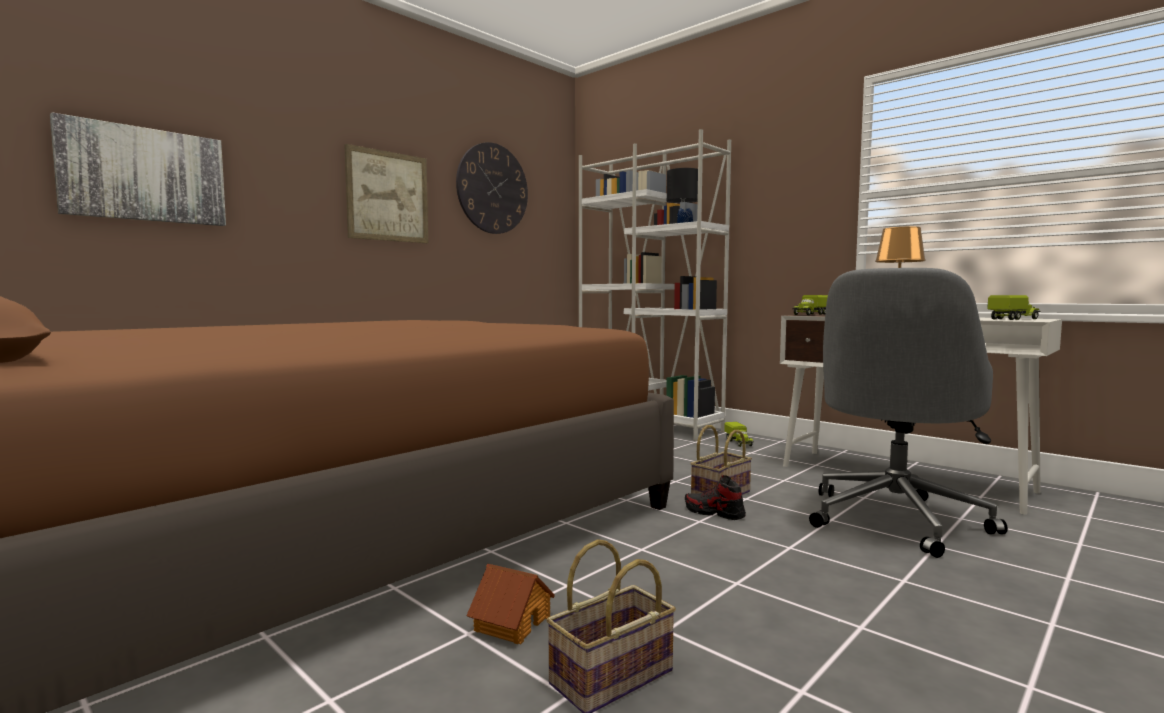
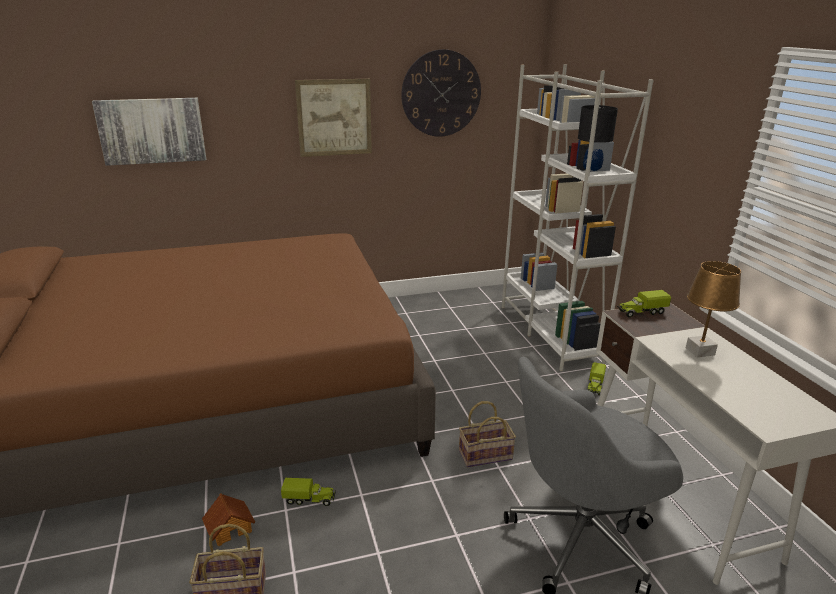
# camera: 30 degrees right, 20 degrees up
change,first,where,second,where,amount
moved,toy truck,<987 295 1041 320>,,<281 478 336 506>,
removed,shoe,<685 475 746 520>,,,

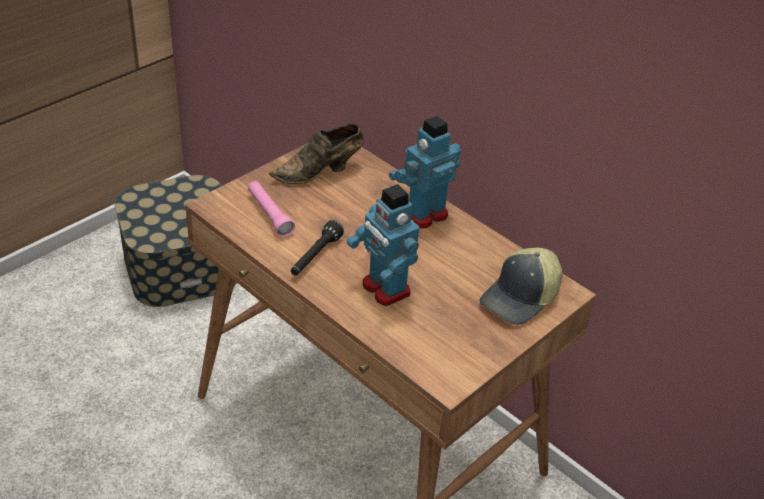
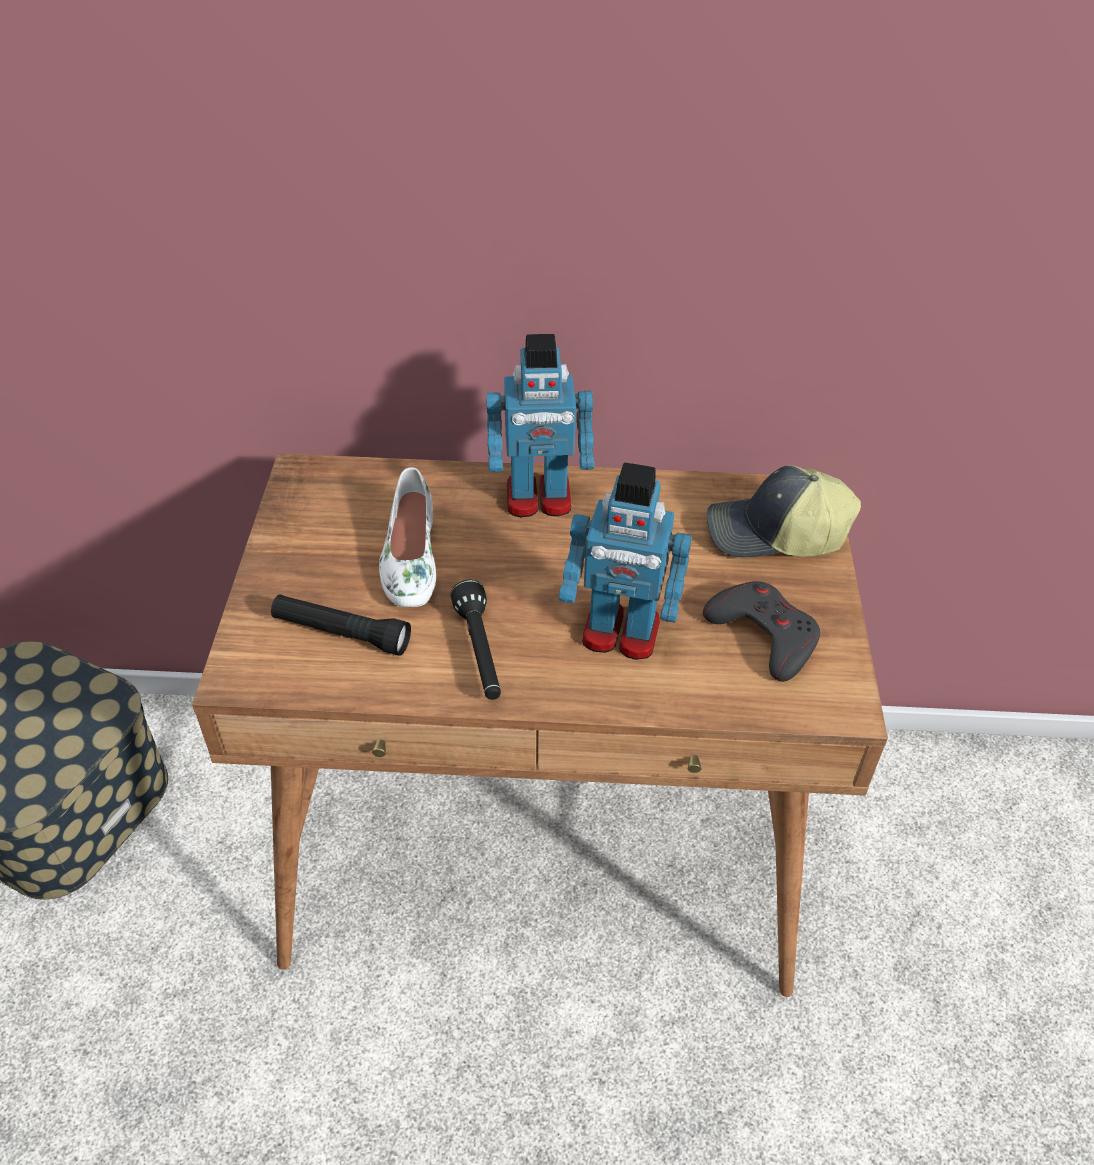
# camera: 40 degrees left, 5 degrees up
change,first,where,second,where,amount
turned,toy robot,<389 116 461 228>,,<486 334 594 517>,105 degrees counterclockwise
removed,shoe/brown,<269 124 364 184>,,,
recoloured,flashlight/pink,<248 181 295 237>,flashlight/black,<271 594 411 656>,
turned,cap,<479 247 563 325>,,<707 465 861 557>,90 degrees clockwise
added,,,shoe/white,<379 467 436 607>,
added,,,game controller/grey,<703 581 820 682>,

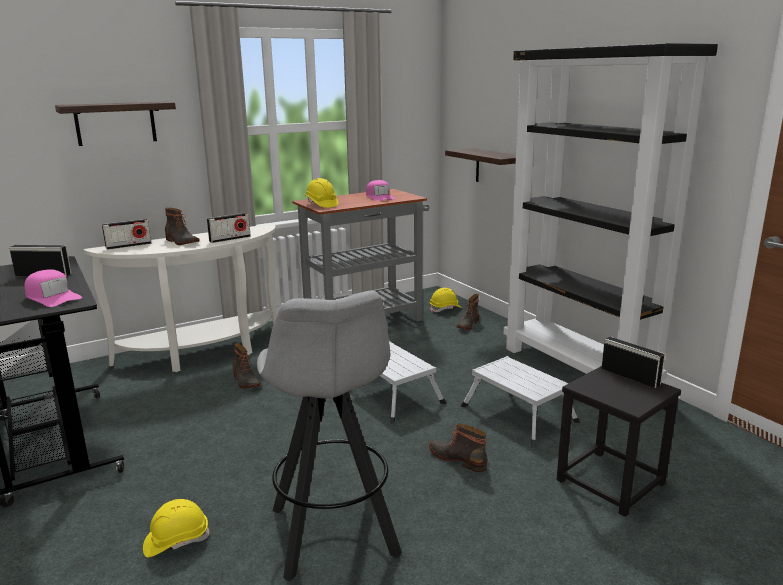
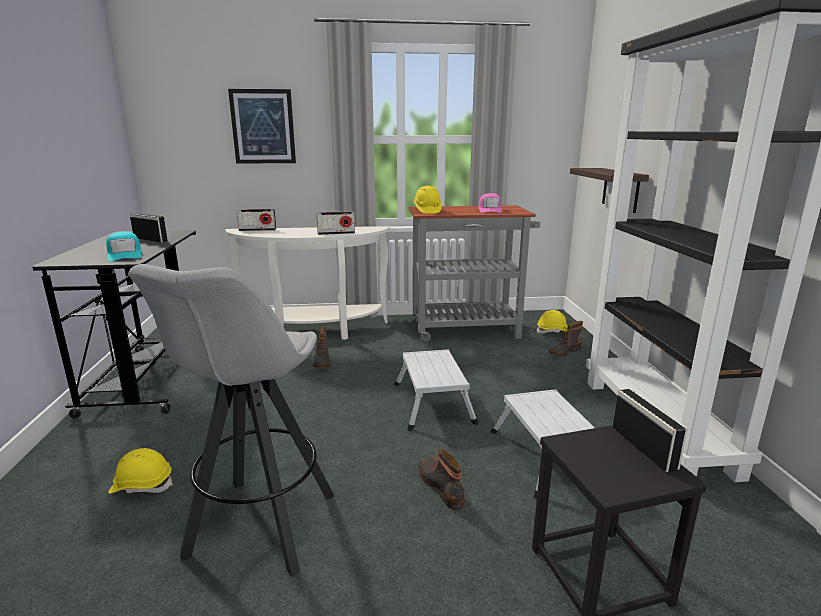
# camera: 25 degrees right, 0 degrees up
change,first,where,second,where,amount
replaced,shelf,<55 101 176 146>,picture,<228 89 296 164>,
removed,boot,<165 208 200 245>,,,
recoloured,cap/pink,<24 269 82 307>,cap/turquoise,<106 231 142 261>,

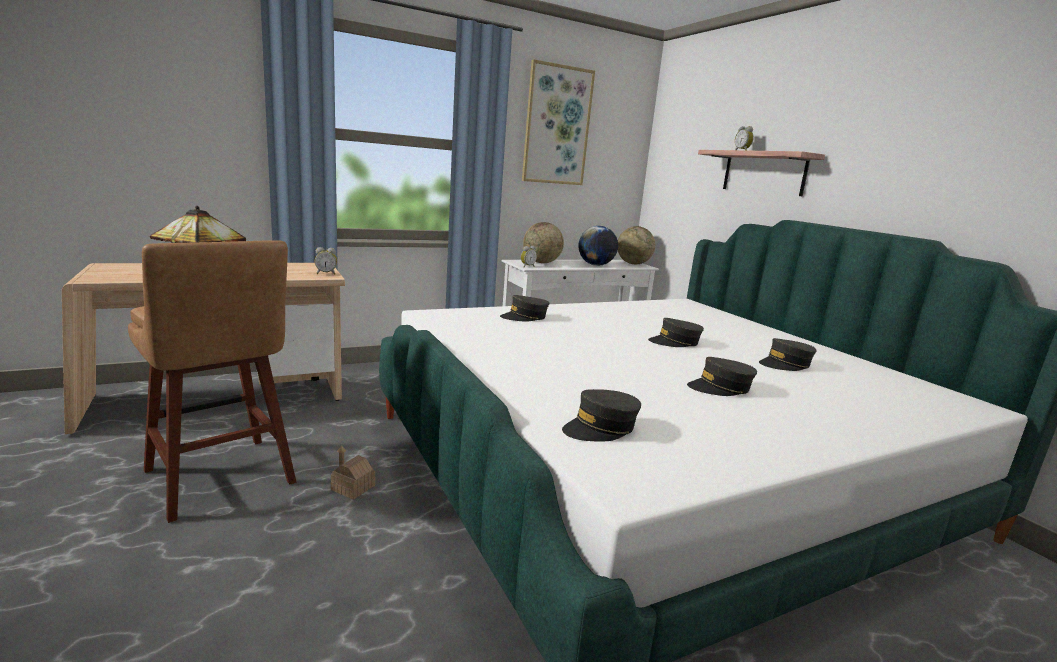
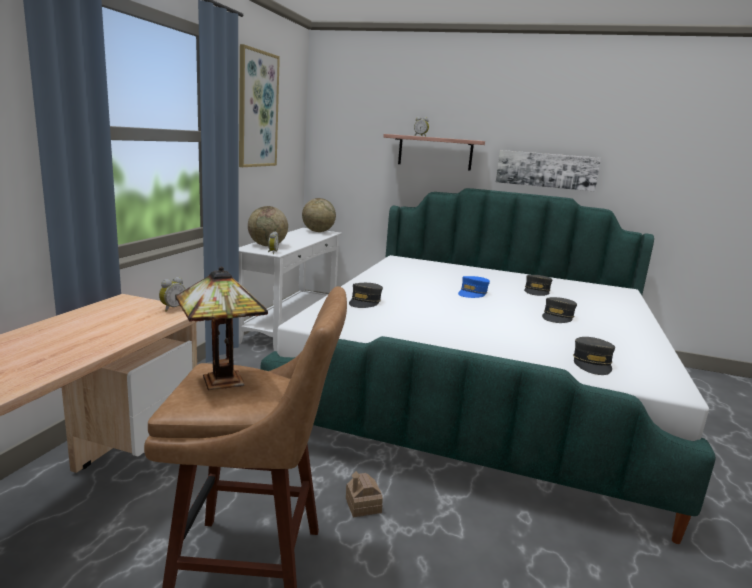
# camera: 45 degrees left, 0 degrees up
change,first,where,second,where,amount
removed,globe,<579 226 618 266>,,,
recoloured,cap/grey,<648 318 704 347>,cap/blue,<458 276 490 298>,
added,,,picture,<496 150 601 192>,

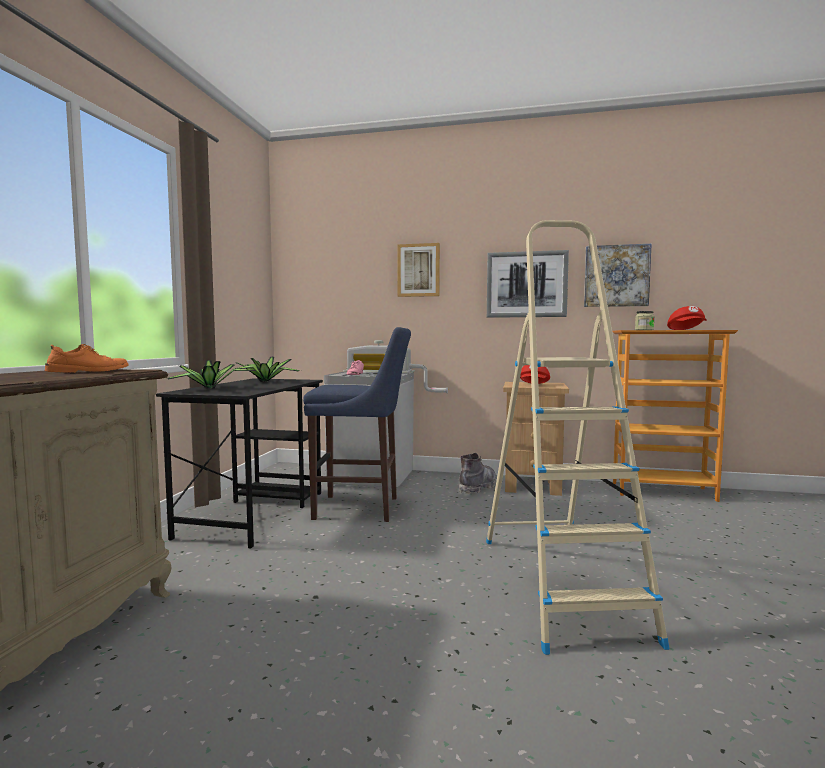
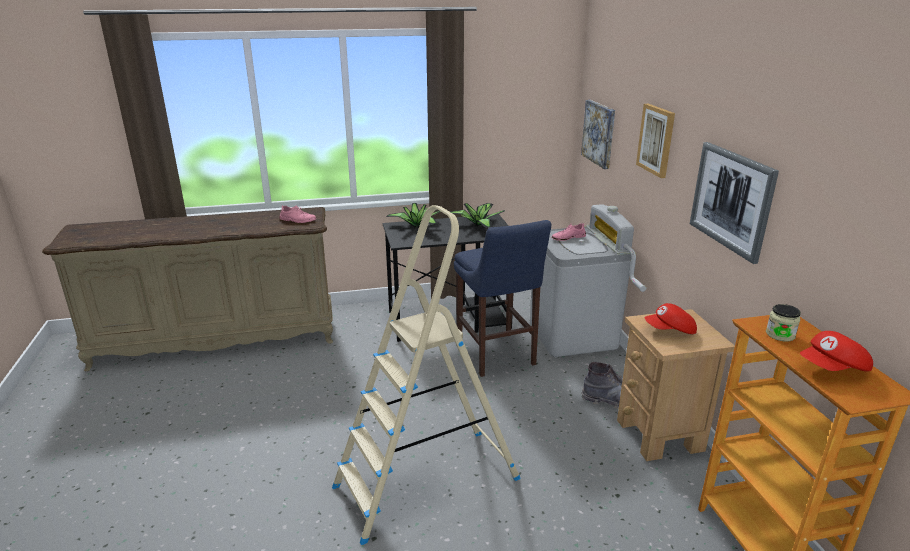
# camera: 65 degrees right, 20 degrees up
change,first,where,second,where,amount
moved,picture,<584 244 652 307>,,<581 100 615 169>,
recoloured,shoe/orange,<45 344 128 373>,shoe/pink,<280 205 317 223>,

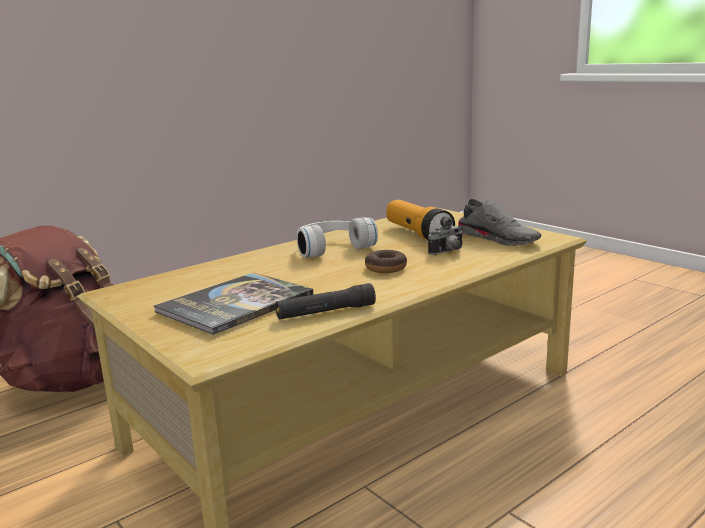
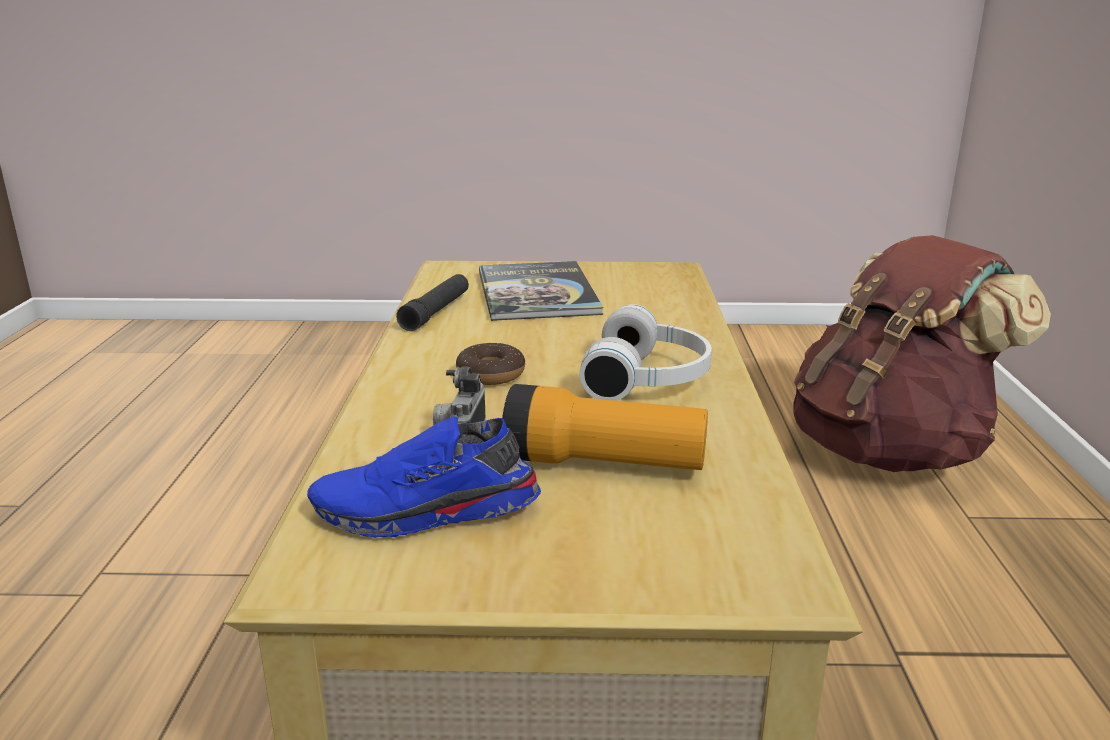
# camera: 130 degrees right, 5 degrees up
change,first,where,second,where,amount
recoloured,shoe/grey,<458 198 542 246>,shoe/blue,<307 416 541 538>,

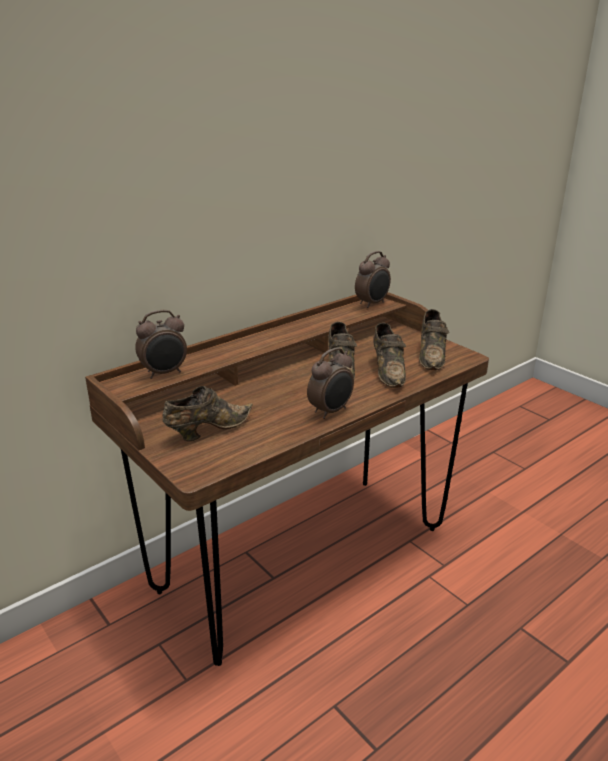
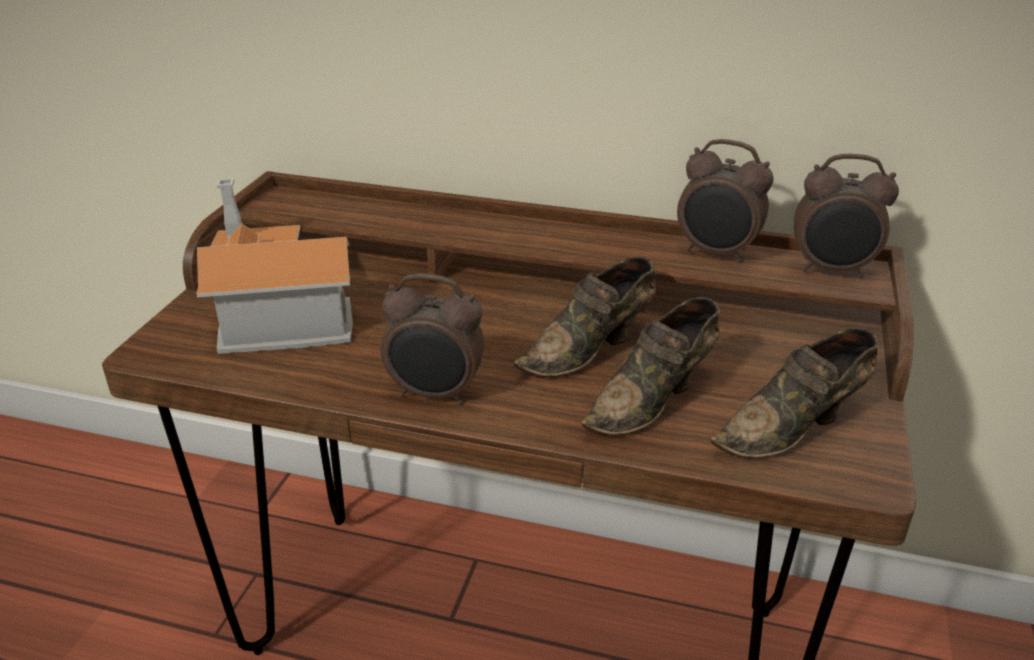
# camera: 55 degrees right, 5 degrees up
change,first,where,second,where,amount
moved,alarm clock,<135 310 187 379>,,<677 139 774 263>,
replaced,shoe/brown,<163 386 253 441>,toy house,<197 178 353 354>,

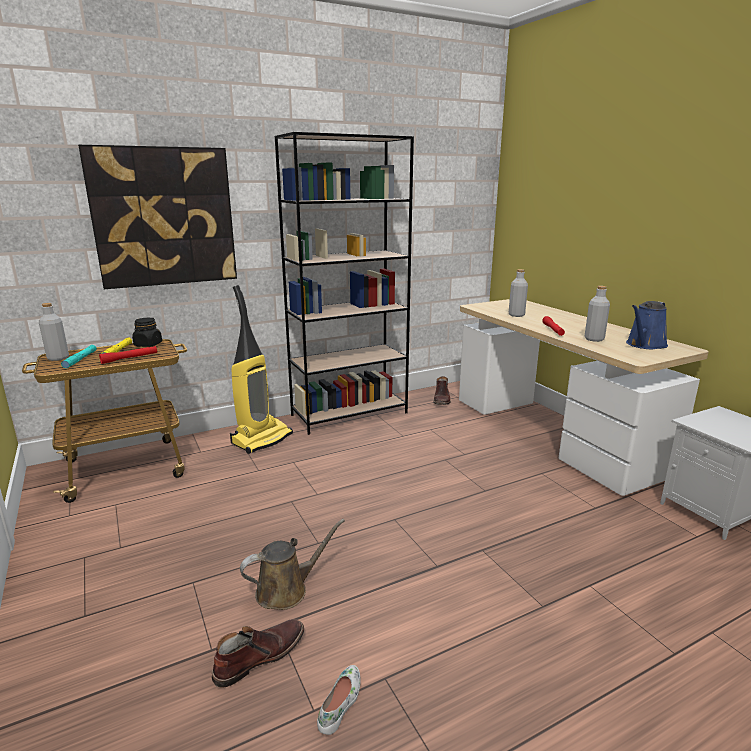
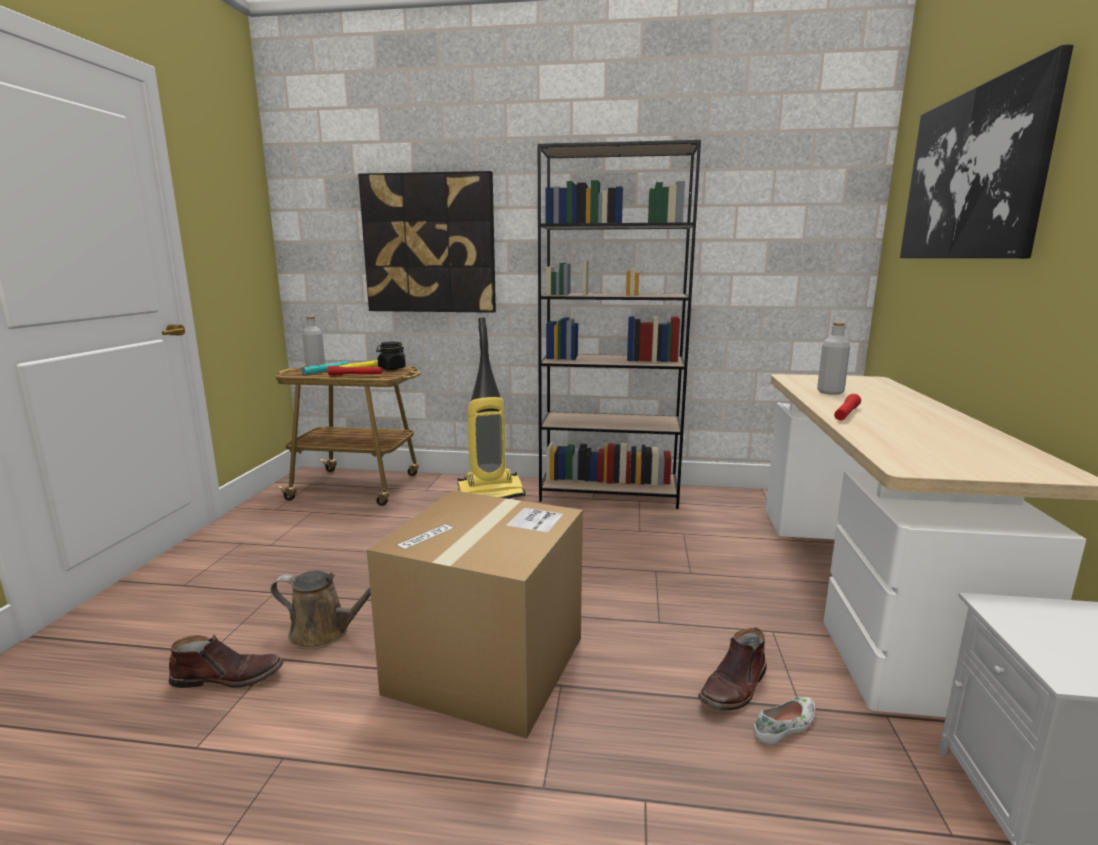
# camera: 35 degrees right, 5 degrees down
change,first,where,second,where,amount
removed,bottle/grey,<585 286 610 342>,,,
removed,watering can/blue,<626 301 668 349>,,,
moved,boot/brown,<433 376 451 405>,,<698 628 767 710>,
moved,shoe/white,<317 665 361 735>,,<754 697 815 745>,
added,,,picture,<900 45 1073 258>,
added,,,cardboard box,<367 490 583 739>,

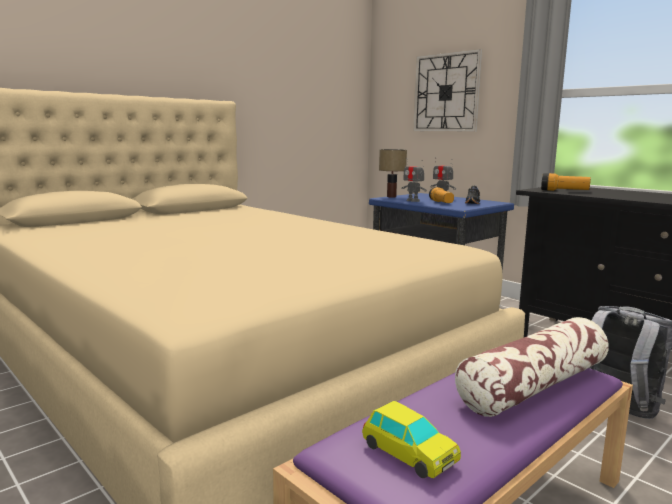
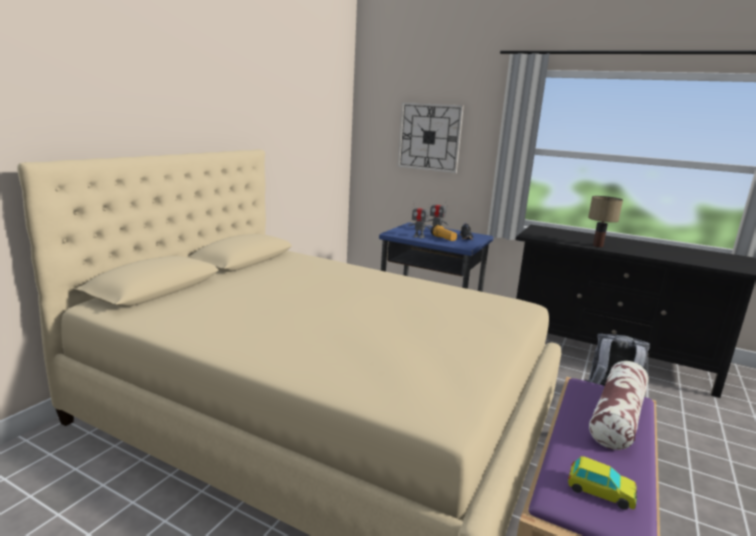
# camera: 20 degrees left, 5 degrees up
change,first,where,second,where,amount
moved,table lamp,<379 149 407 198>,,<588 196 623 247>,
removed,flashlight,<541 173 591 191>,,,

